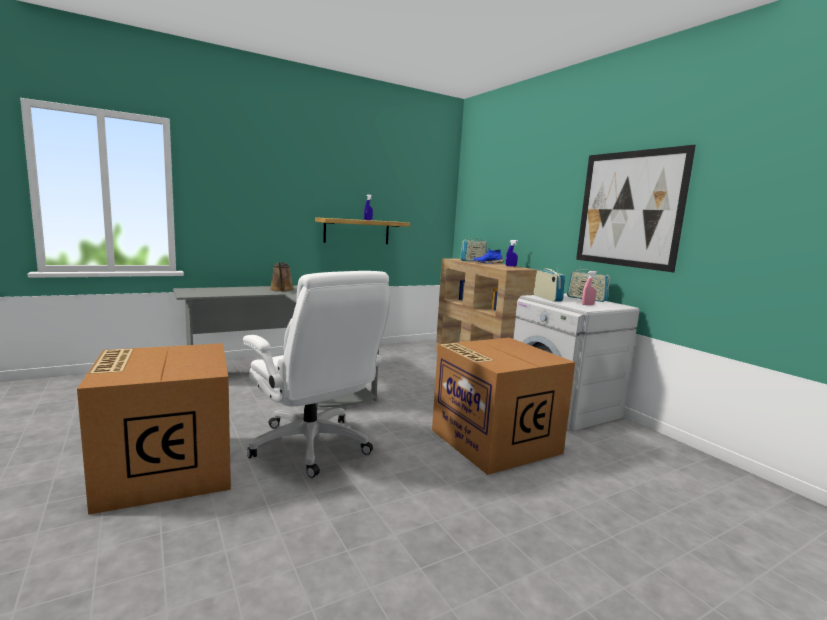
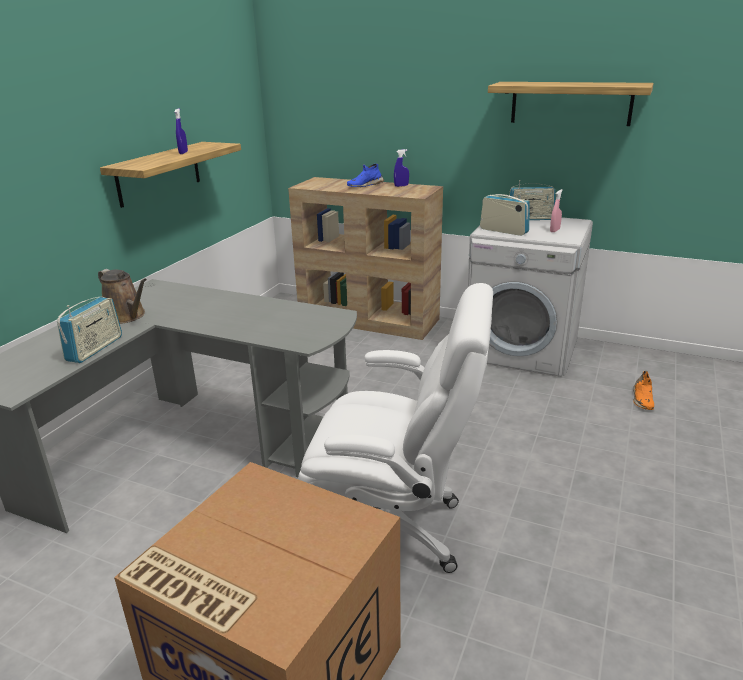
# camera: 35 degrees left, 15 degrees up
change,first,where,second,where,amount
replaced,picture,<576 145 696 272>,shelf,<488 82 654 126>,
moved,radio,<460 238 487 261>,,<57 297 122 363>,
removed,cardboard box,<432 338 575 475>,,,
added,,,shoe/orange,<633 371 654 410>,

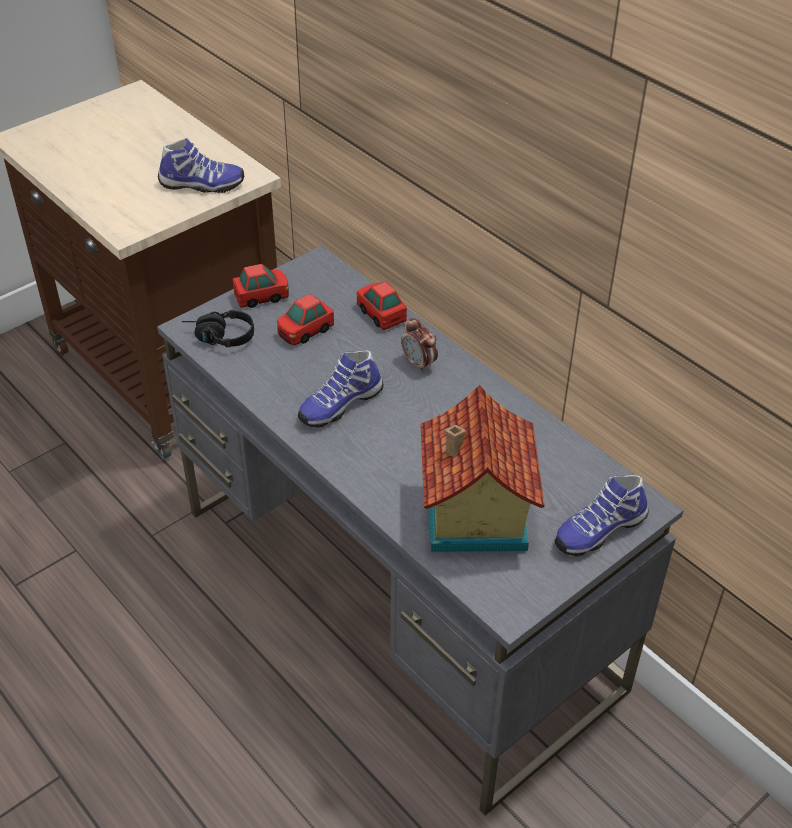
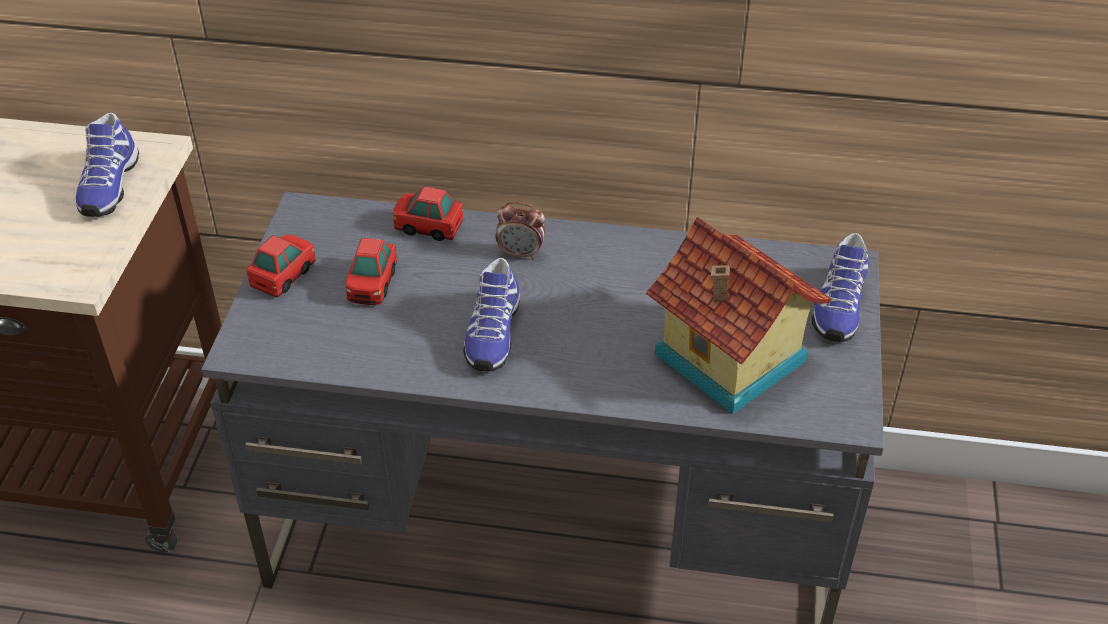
# camera: 40 degrees left, 0 degrees up
change,first,where,second,where,amount
turned,shoe,<158 138 244 193>,,<76 113 139 217>,135 degrees clockwise
removed,headphones/black,<182 310 254 347>,,,

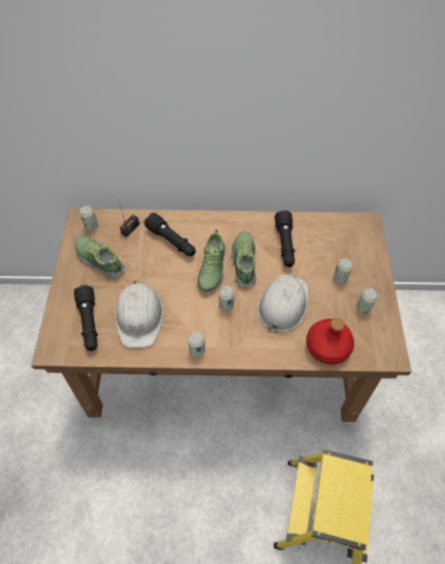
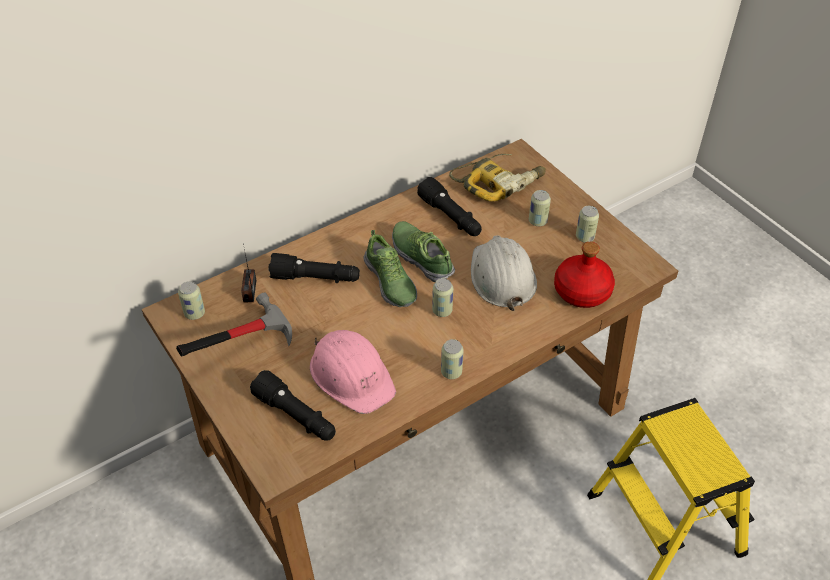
# camera: 35 degrees left, 10 degrees down
change,first,where,second,where,amount
replaced,shoe,<75 236 125 279>,hammer,<176 293 292 357>,
recoloured,hard hat/white,<115 280 164 348>,hard hat/pink,<310 330 396 414>,
added,,,power drill,<449 154 546 202>,

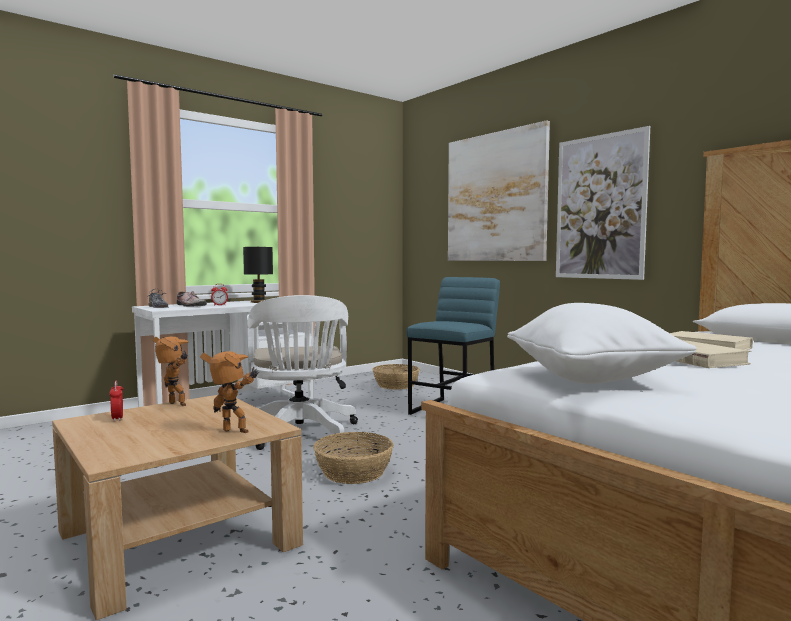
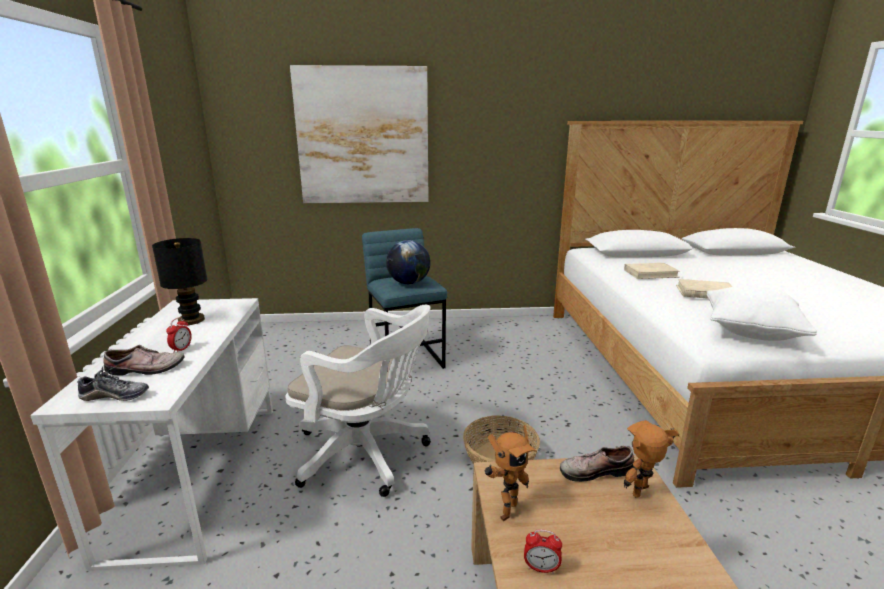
# camera: 55 degrees left, 15 degrees up
change,first,where,second,where,amount
removed,picture,<556 126 650 280>,,,
turned,toy robot,<153 336 188 406>,,<485 425 537 521>,150 degrees clockwise
removed,basket,<373 364 420 390>,,,
added,,,globe,<386 240 431 284>,
added,,,shoe,<560 446 634 482>,

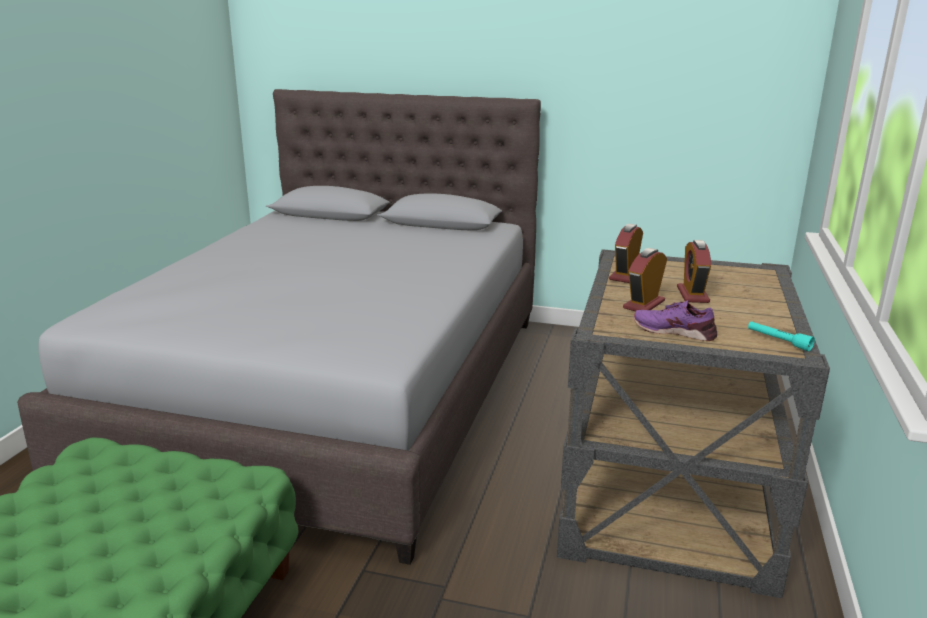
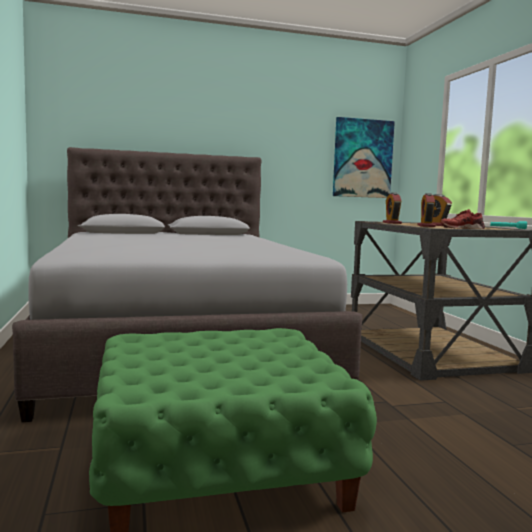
# camera: 30 degrees left, 15 degrees down
change,first,where,second,where,amount
recoloured,shoe/purple,<634 300 717 341>,shoe/red,<440 209 485 229>,
added,,,picture,<333 117 395 198>,

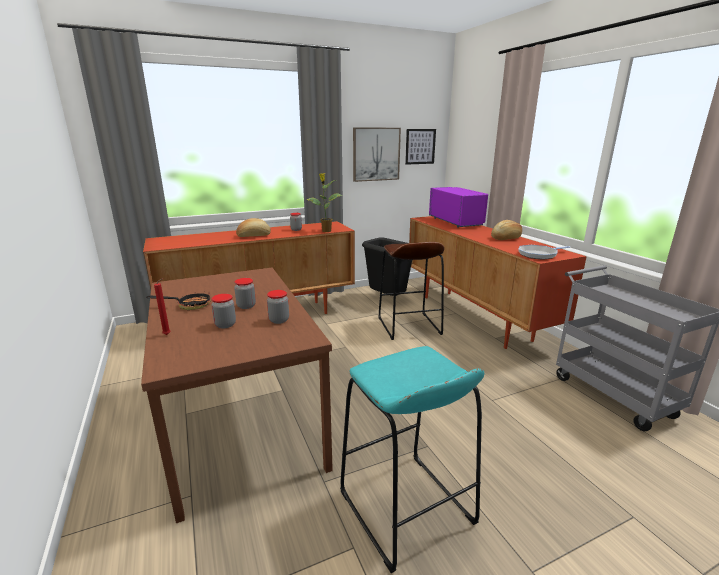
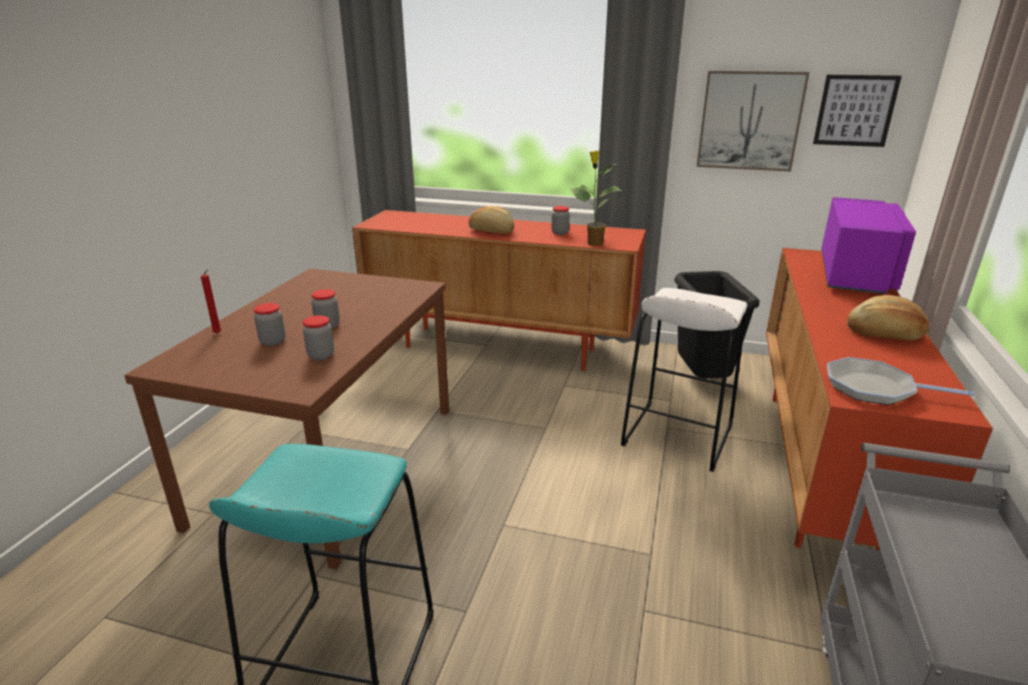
# camera: 40 degrees right, 5 degrees up
change,first,where,second,where,amount
recoloured,stool/brown,<378 242 444 340>,stool/white,<621 288 747 472>,
removed,frying pan,<146 291 211 310>,,,

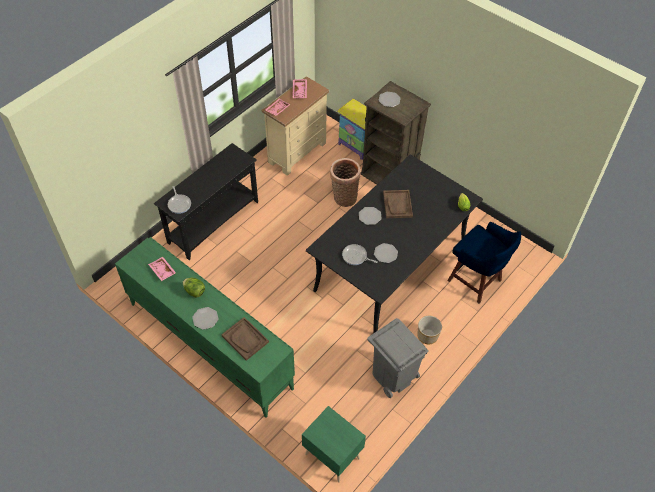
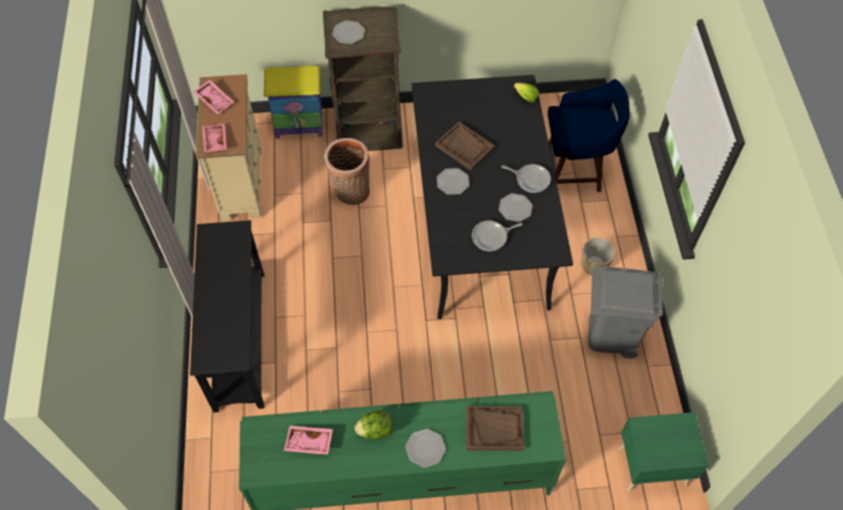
# camera: 45 degrees left, 5 degrees up
change,first,where,second,where,amount
moved,frying pan,<168 186 191 214>,,<501 164 551 193>,

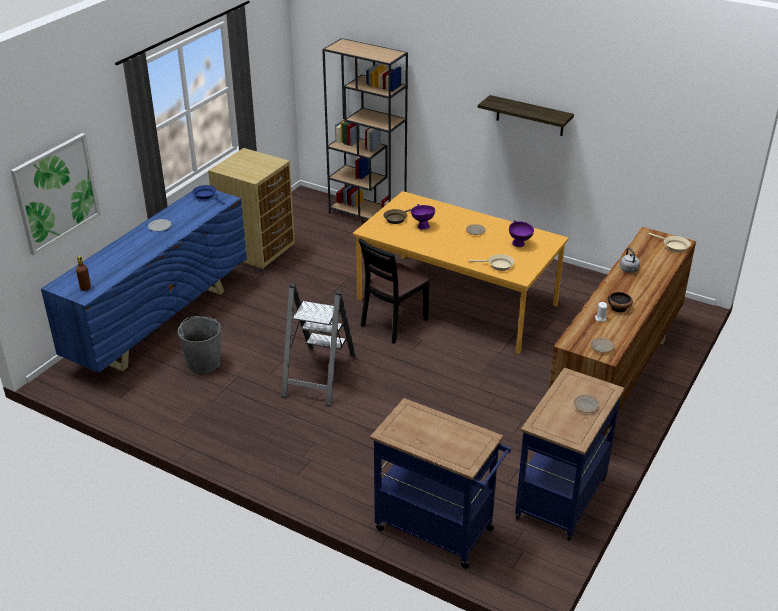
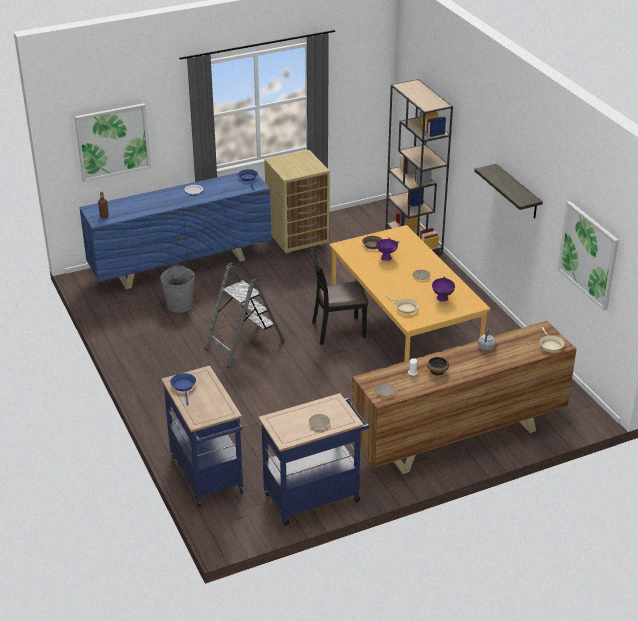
# camera: 35 degrees right, 0 degrees up
change,first,where,second,where,amount
added,,,picture,<557 201 619 311>,
added,,,frying pan/blue,<170 373 196 405>,

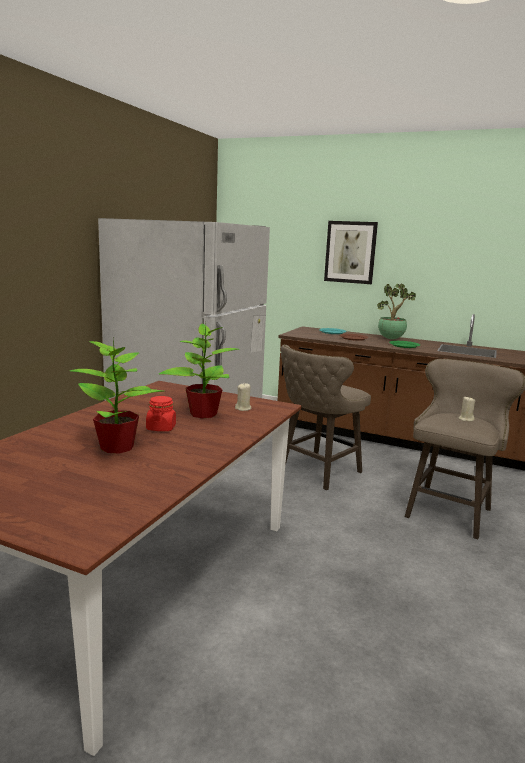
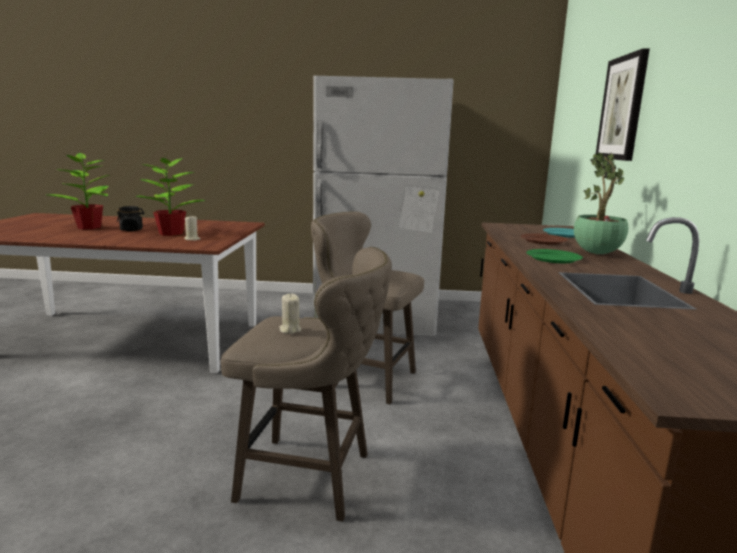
# camera: 70 degrees right, 0 degrees up
change,first,where,second,where,amount
recoloured,jar/red,<146 396 176 431>,jar/black,<117 206 145 231>,

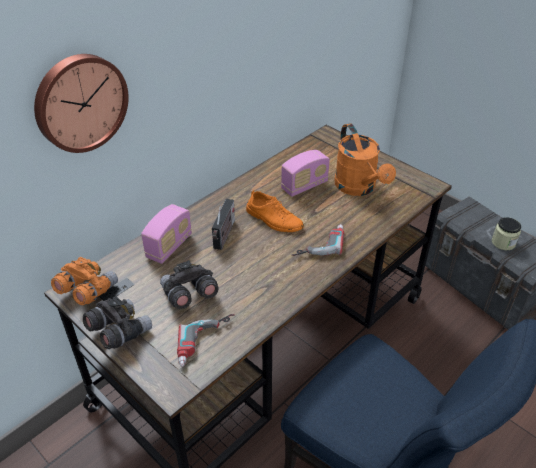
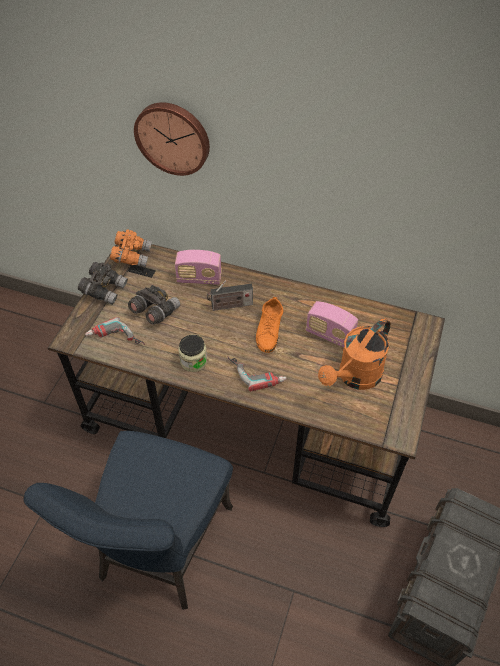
# camera: 65 degrees right, 10 degrees up
change,first,where,second,where,amount
moved,jar,<492 217 521 250>,,<178 335 207 372>,

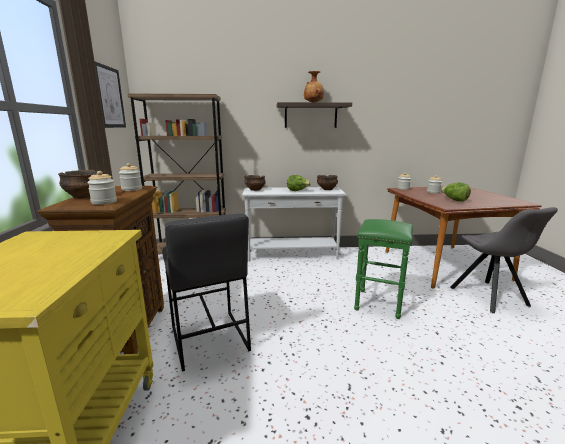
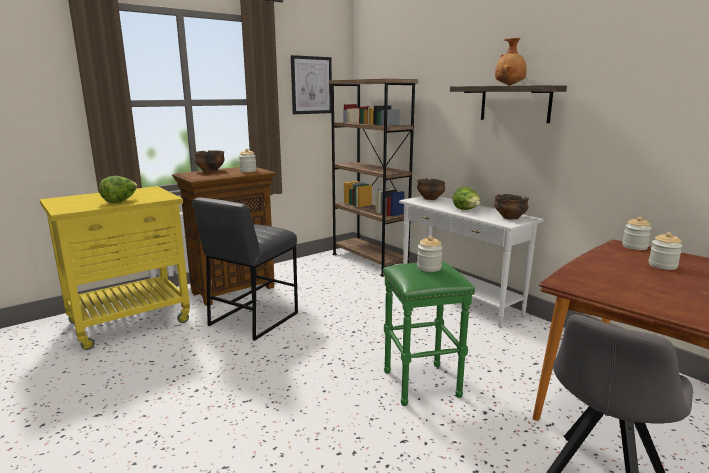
# camera: 55 degrees right, 0 degrees up
change,first,where,second,where,amount
moved,jar,<87 171 117 205>,,<417 236 443 272>,
moved,lettuce,<441 182 471 202>,,<99 176 138 203>,

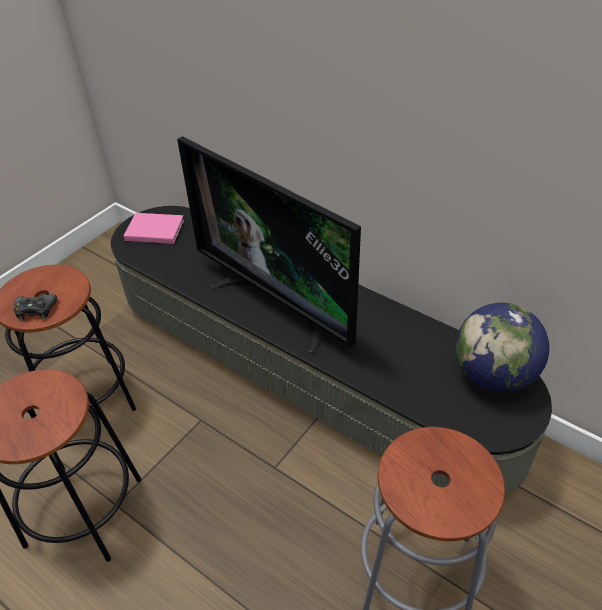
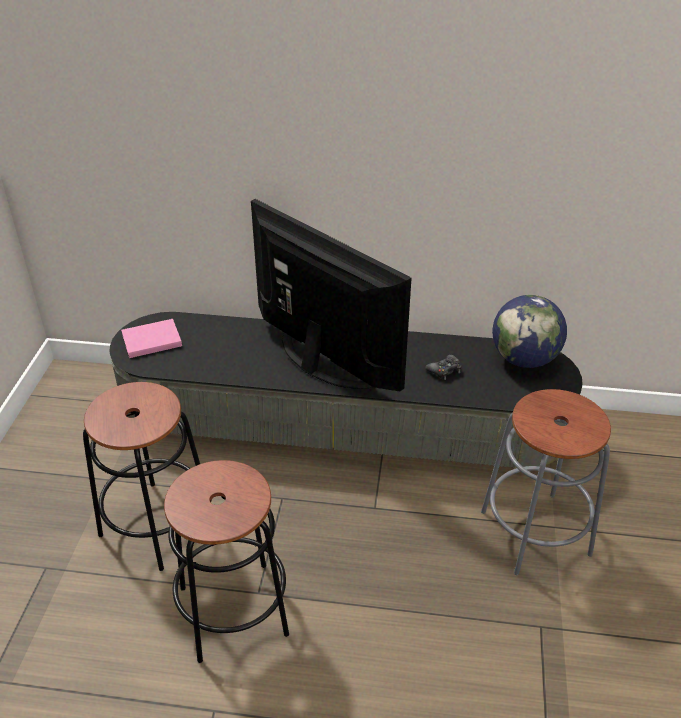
# camera: 30 degrees left, 5 degrees down
change,first,where,second,where,amount
turned,television,<177 136 361 353>,,<251 199 411 391>,150 degrees counterclockwise
moved,game controller/black,<14 294 57 321>,,<425 355 461 380>,

